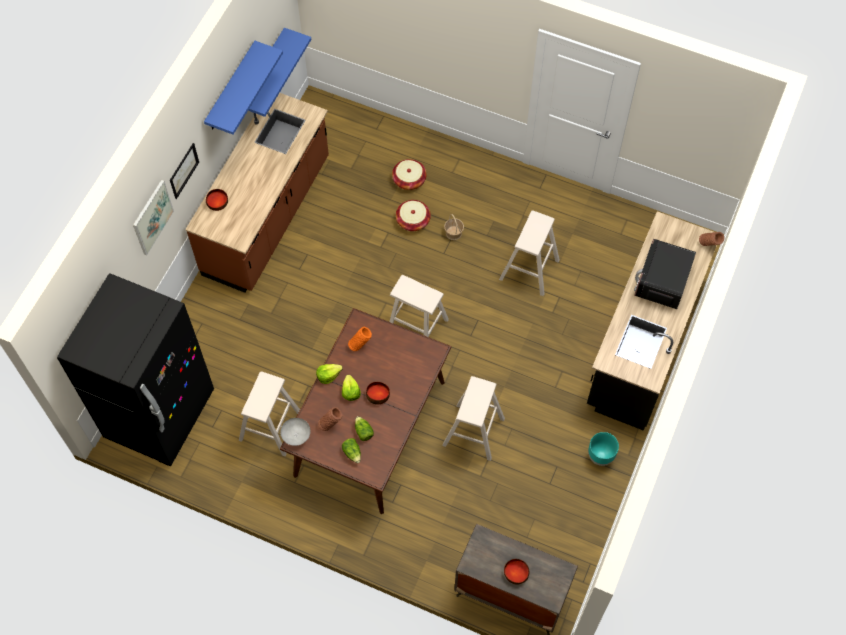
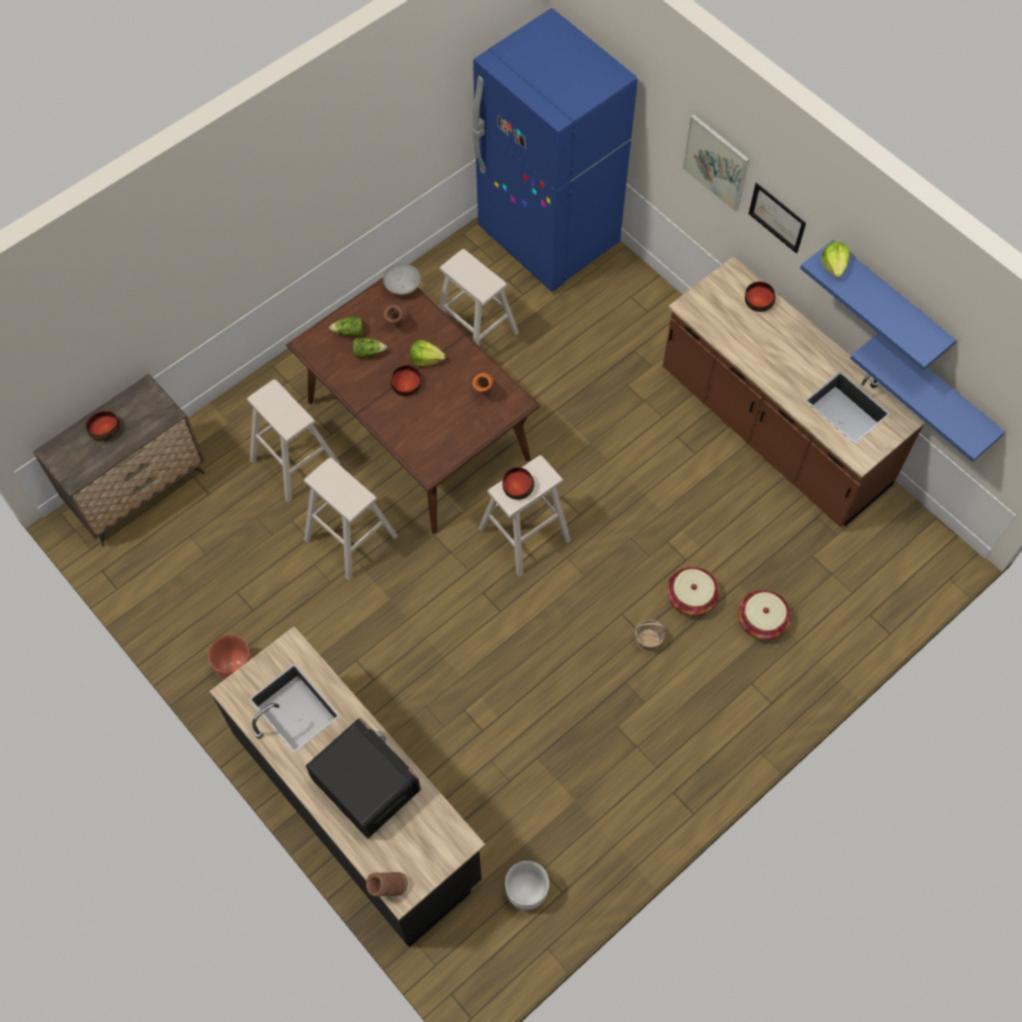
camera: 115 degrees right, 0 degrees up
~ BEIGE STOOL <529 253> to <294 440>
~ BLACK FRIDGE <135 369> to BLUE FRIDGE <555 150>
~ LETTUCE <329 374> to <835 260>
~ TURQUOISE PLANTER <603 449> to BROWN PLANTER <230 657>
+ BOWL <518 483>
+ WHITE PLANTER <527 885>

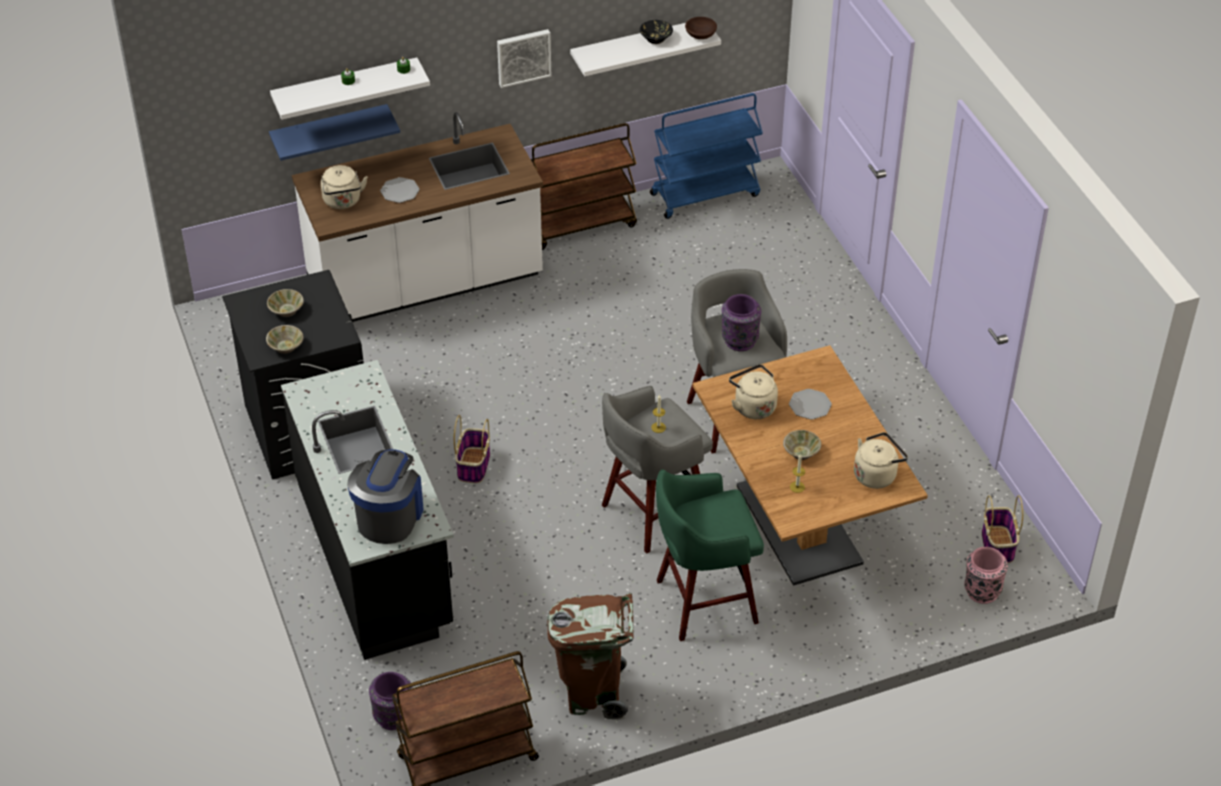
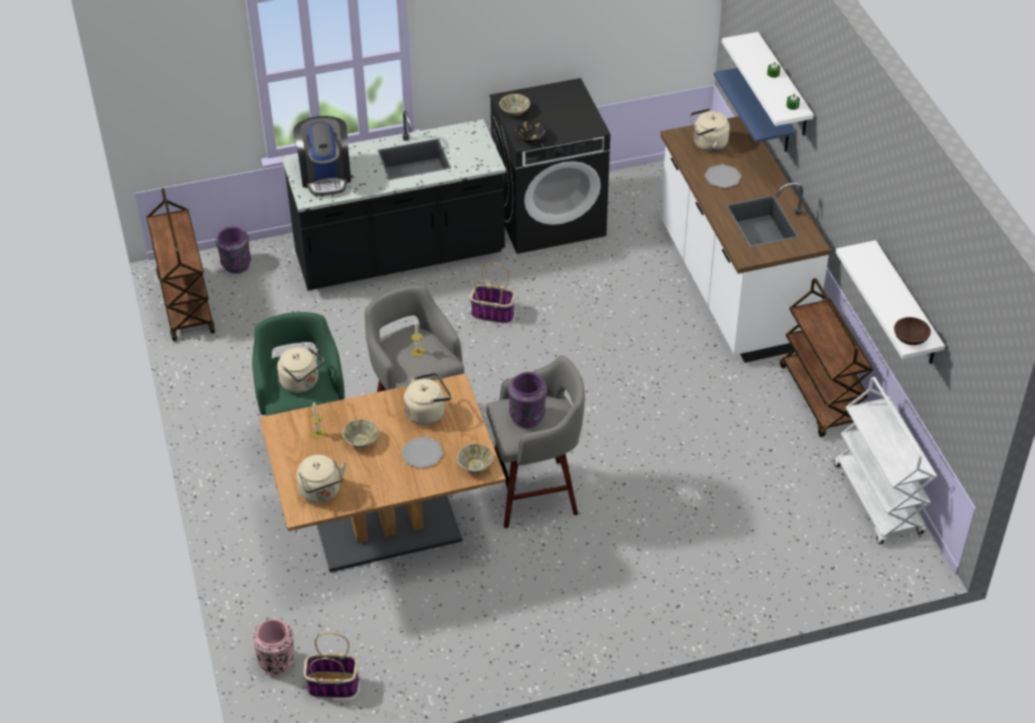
camera: 95 degrees right, 0 degrees up
~ BLACK BOWL <656 32> to <531 132>
- PICTURE <524 58>
~ BLUE CART <706 156> to WHITE CART <885 460>
~ BEIGE BOWL <285 303> to <474 459>
~ COFFEE MACHINE <385 496> = <322 156> 60 degrees clockwise
- BROWN TRASH CAN <590 656>
+ BEIGE KETTLE <300 370>

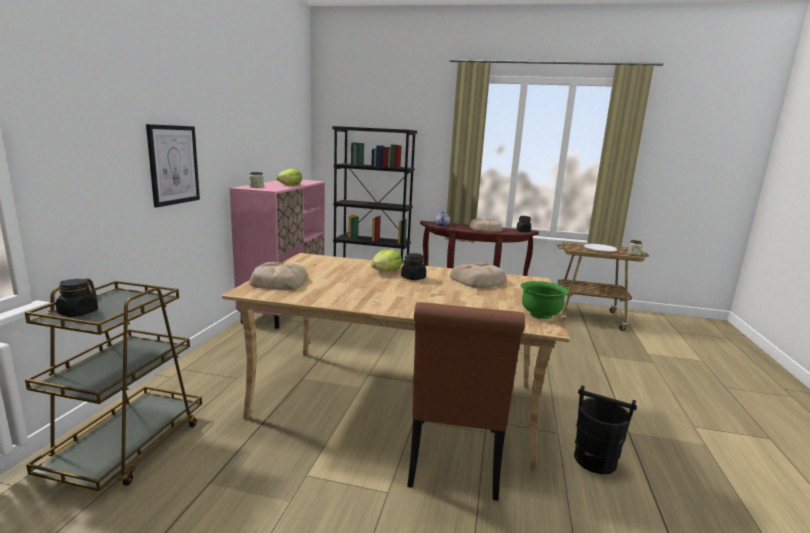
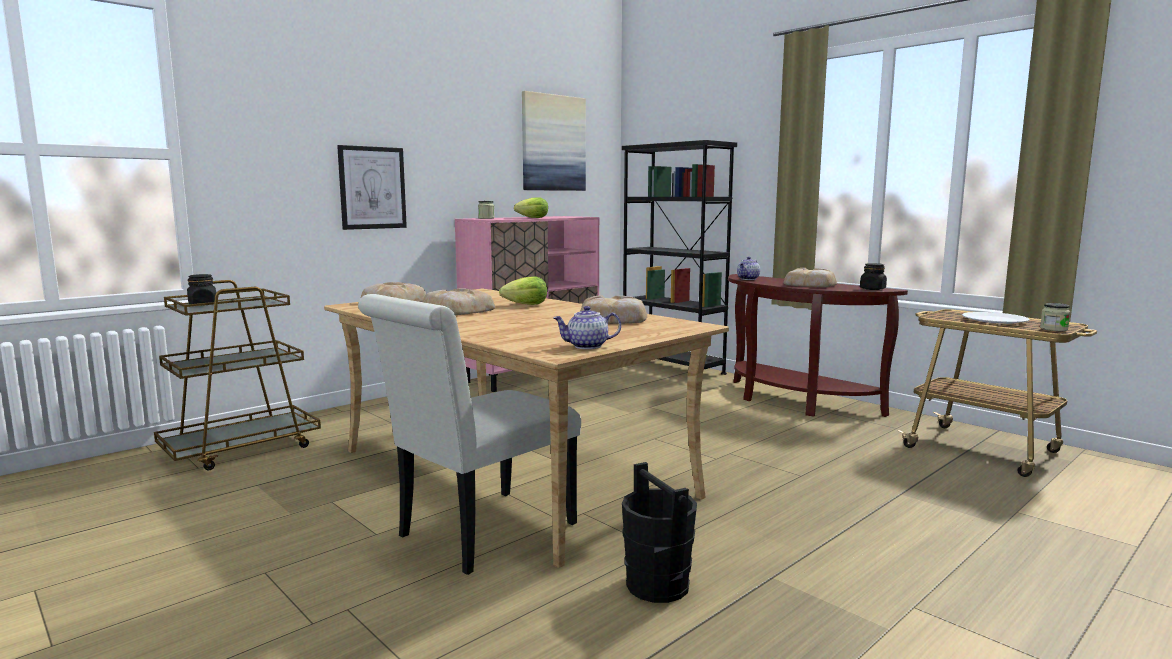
camera: 35 degrees right, 5 degrees down
- BLACK JAR <413 266>
~ GREEN BOWL <544 300> to TEAPOT <587 327>
~ BROWN CHAIR <466 401> to WHITE CHAIR <469 434>
+ PICTURE <554 141>
+ BREAD <458 301>

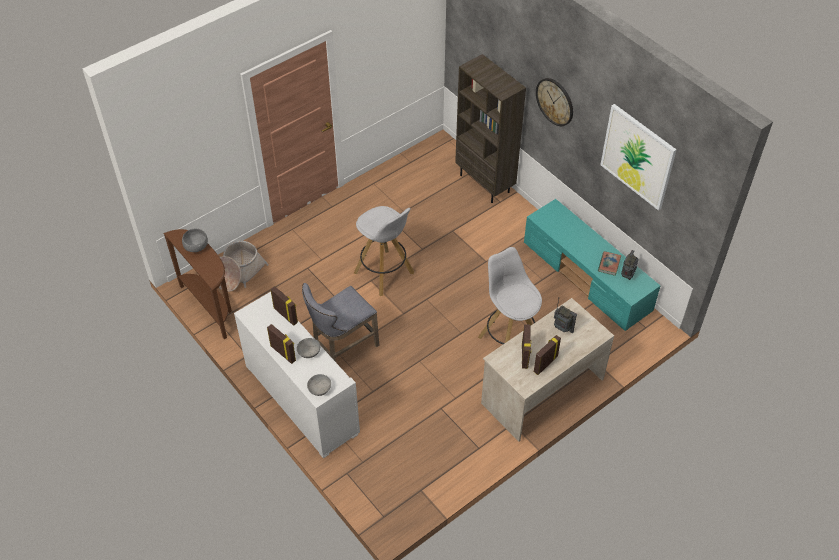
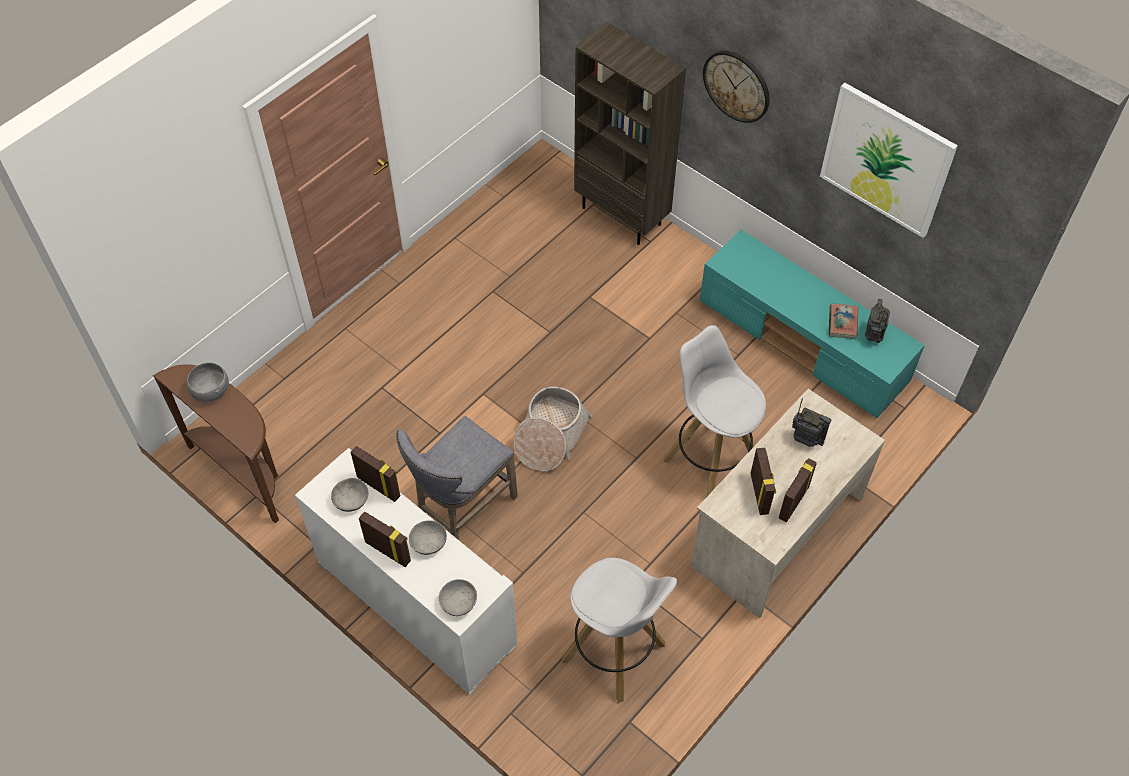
camera: 10 degrees left, 5 degrees up
~ WHITE STOOL <384 251> to <619 630>
~ BASKET <244 266> to <552 428>
+ GREY BOWL <349 495>

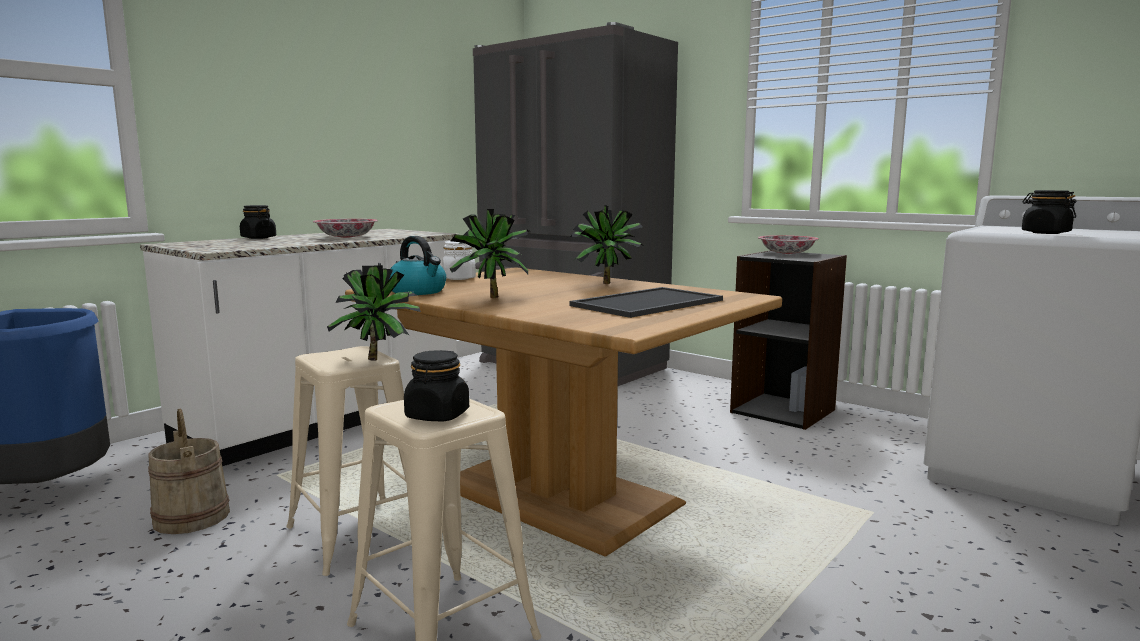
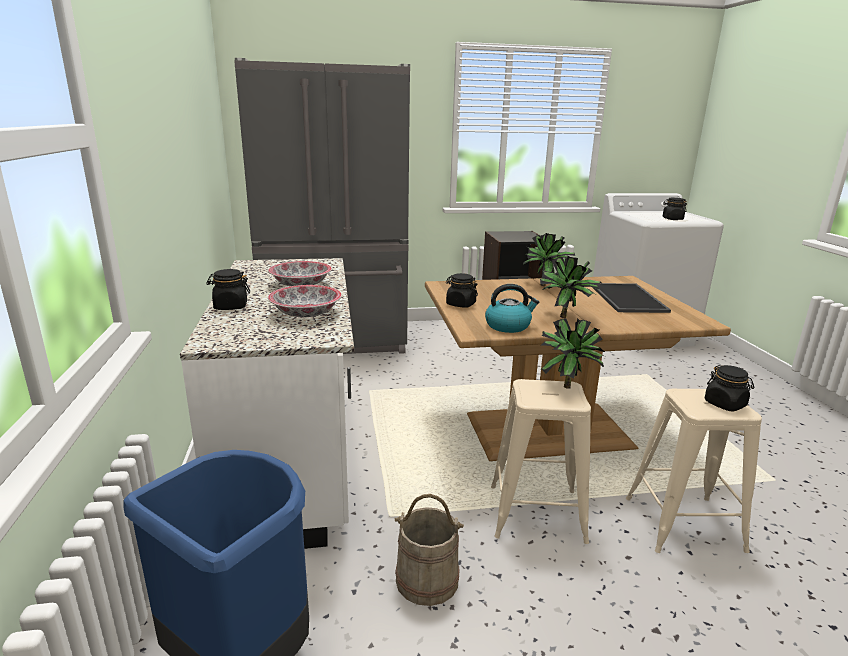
camera: 50 degrees left, 10 degrees up
~ BOWL <788 244> to <305 301>
~ WHITE JAR <459 260> to BLACK JAR <462 290>

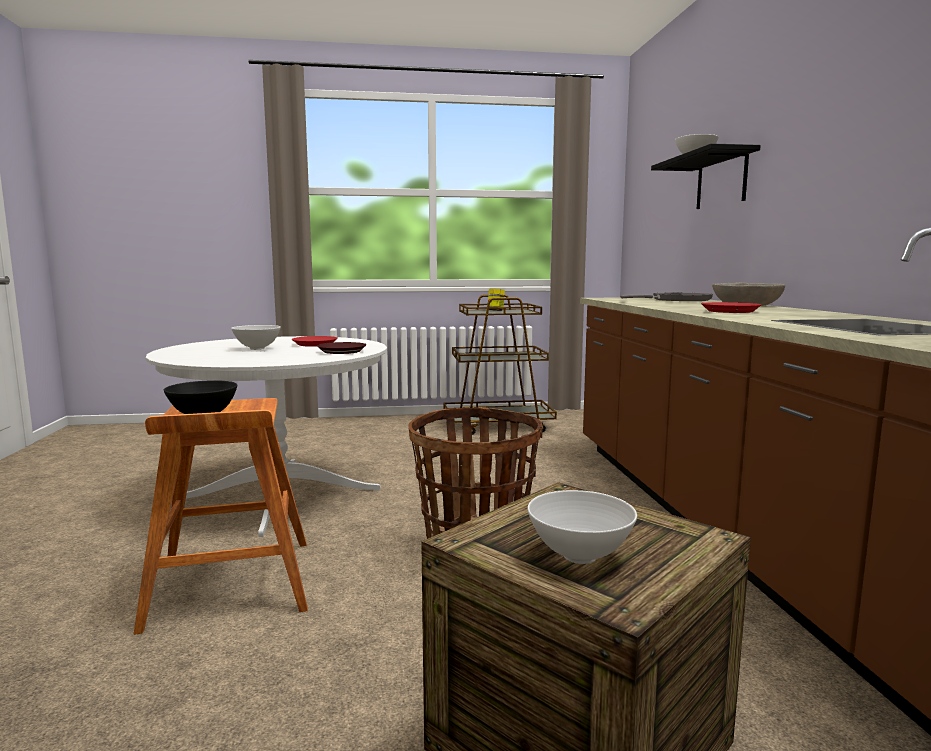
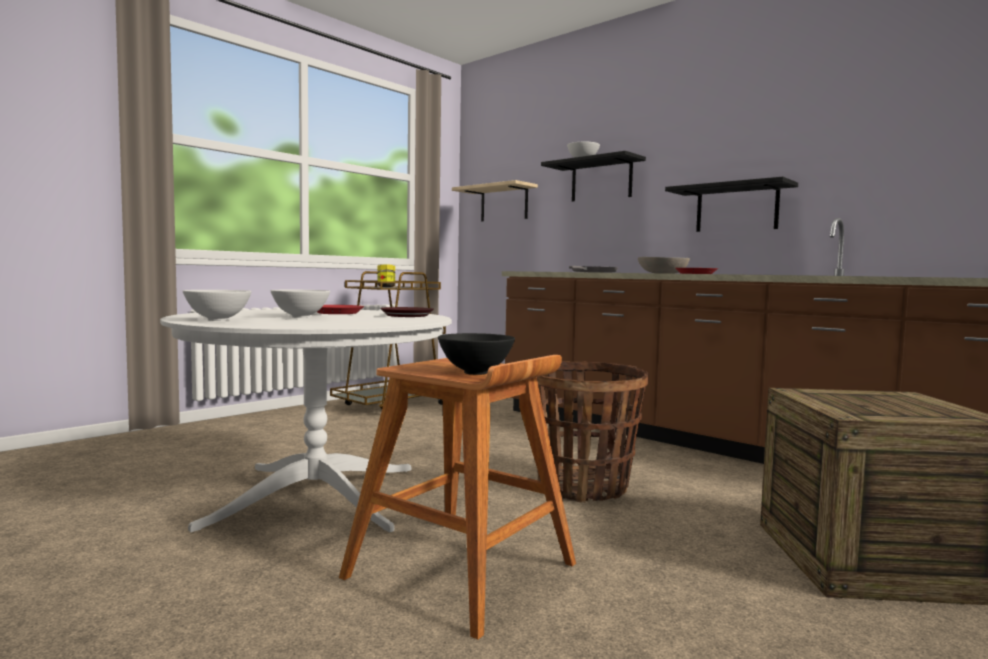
camera: 40 degrees left, 5 degrees down
~ WHITE BOWL <582 527> to <217 305>
+ BLACK SHELF <731 204>
+ BEIGE SHELF <495 200>

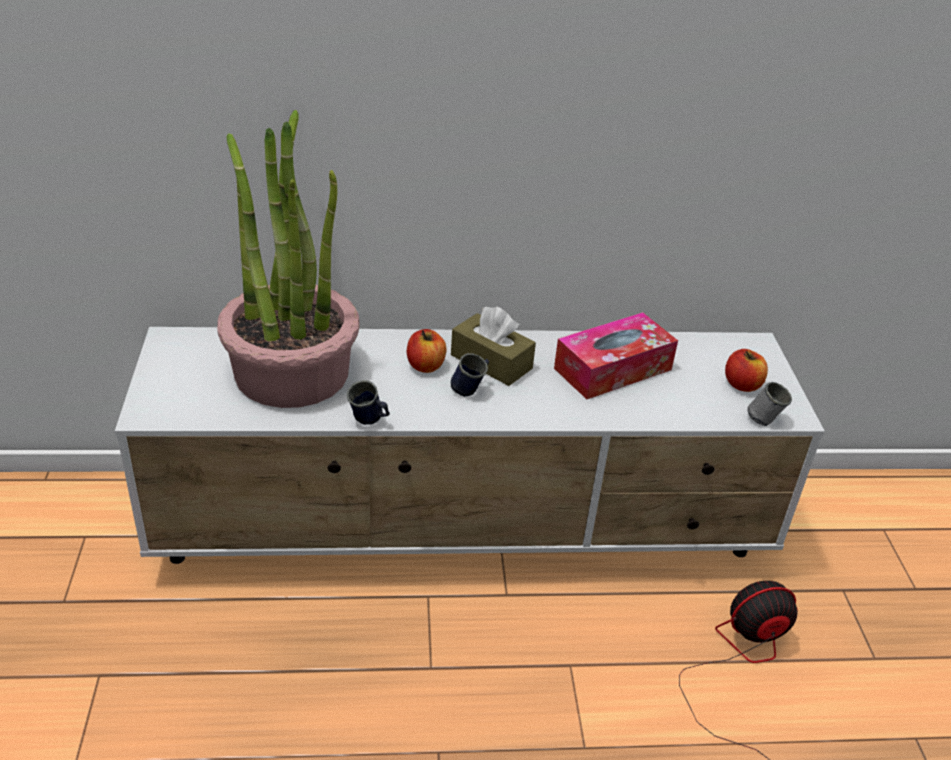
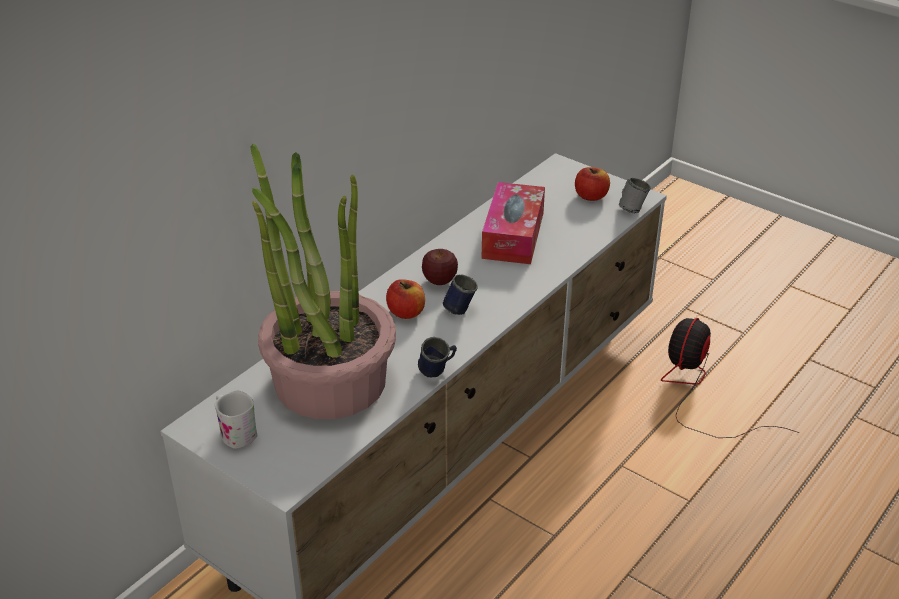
camera: 45 degrees left, 0 degrees up
~ BROWN TISSUE BOX <493 346> to APPLE <440 267>
+ WHITE MUG <235 420>

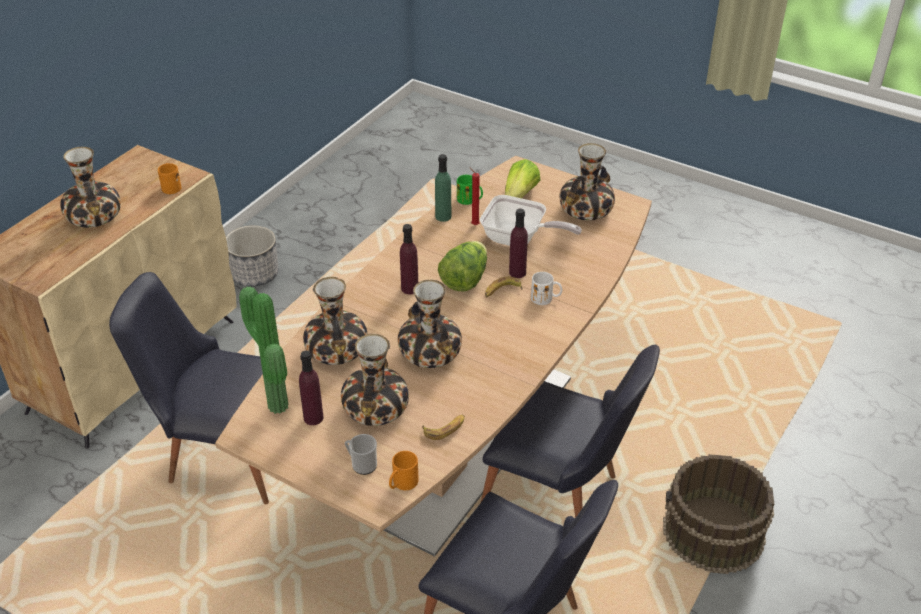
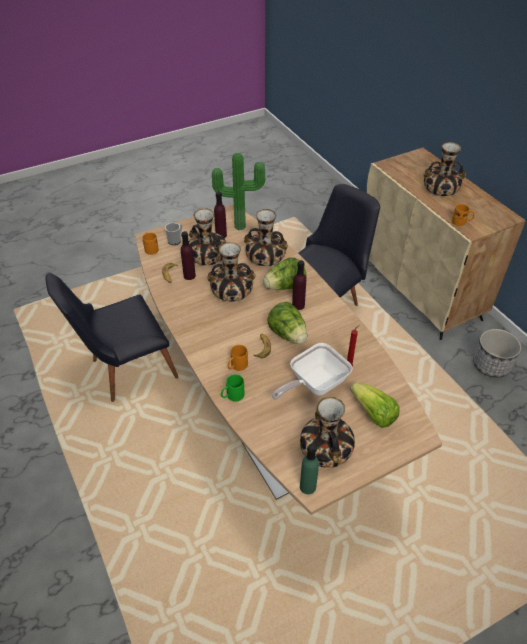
camera: 120 degrees right, 5 degrees up
~ GREEN BOTTLE <443 188> to <309 468>
~ GREEN MUG <470 190> to <232 388>
~ PURPLE BOTTLE <518 243> to <188 255>
~ WHITE MUG <546 288> to ORANGE MUG <238 358>
- BLACK CHAIR <570 431>
- BROWN BUCKET <718 514>
+ LETTUCE <285 273>

